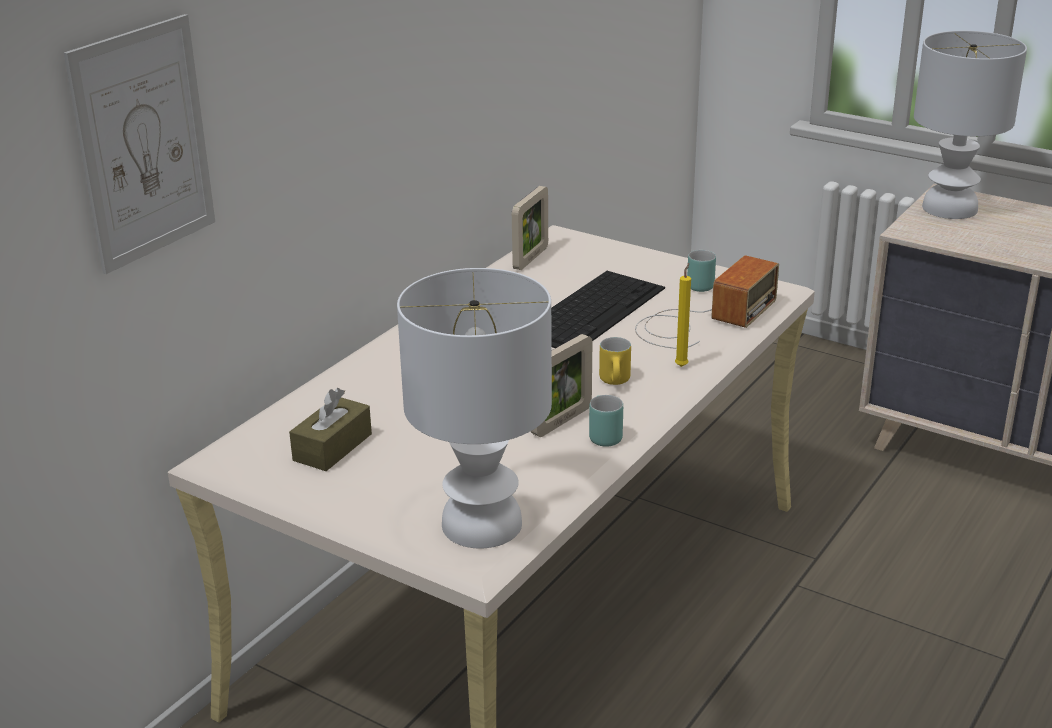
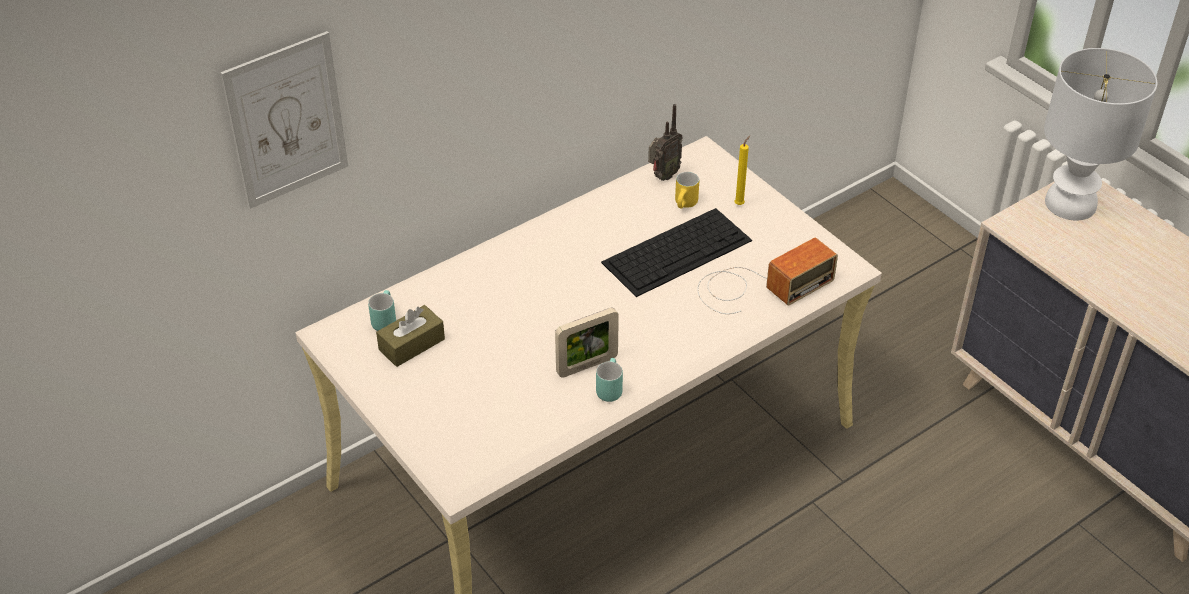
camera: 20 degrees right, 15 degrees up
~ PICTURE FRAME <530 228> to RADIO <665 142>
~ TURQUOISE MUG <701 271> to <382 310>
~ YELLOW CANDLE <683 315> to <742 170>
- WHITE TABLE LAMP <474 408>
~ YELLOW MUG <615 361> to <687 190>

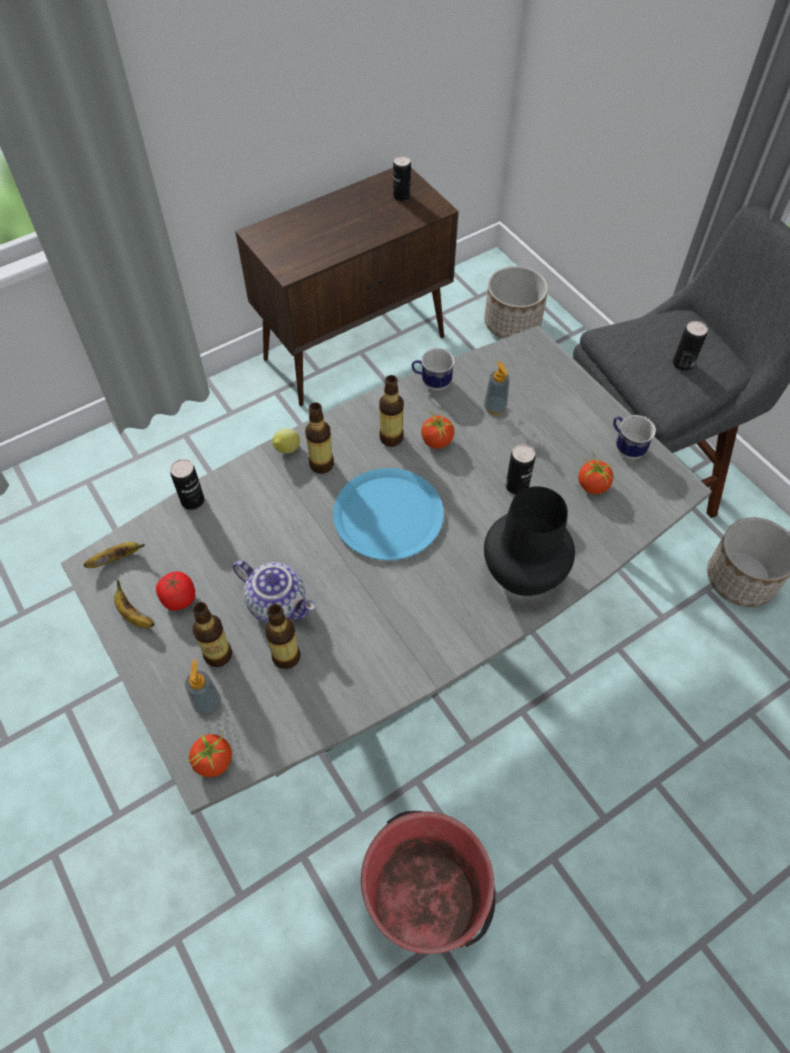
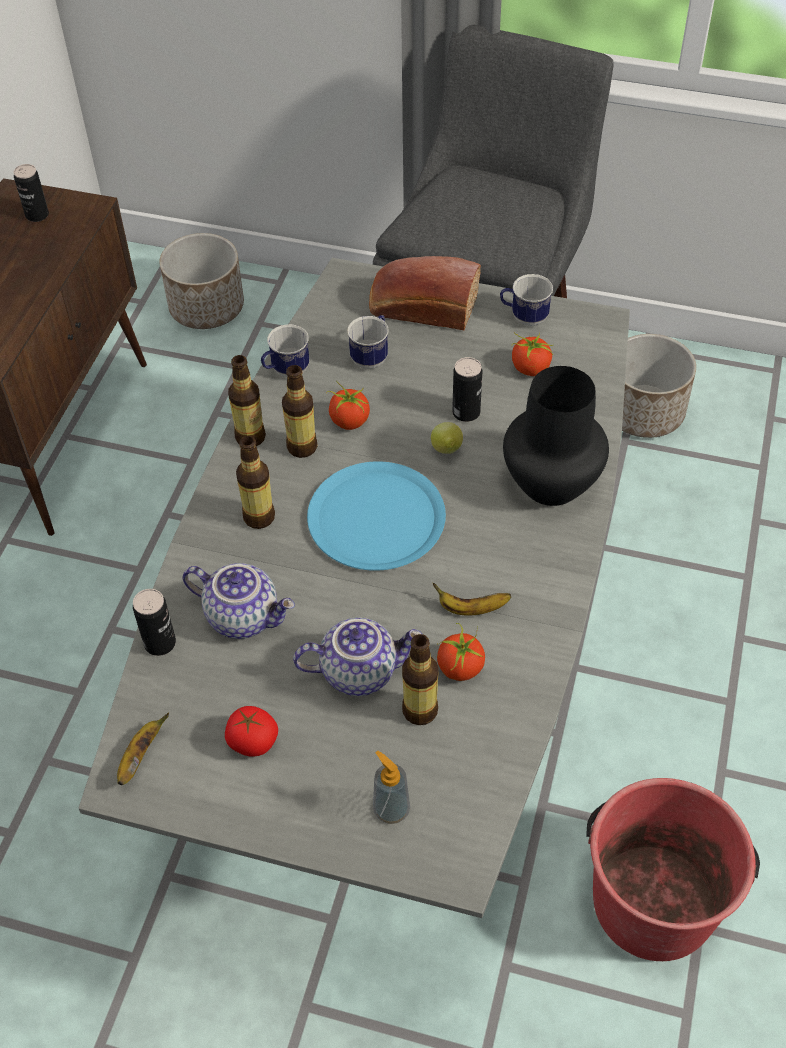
camera: 40 degrees left, 5 degrees down
- CAN <690 346>
~ SOAP DISPENSER <497 388> to MUG <368 342>
~ LEMON <286 440> to <447 438>
~ BANANA <134 603> to <472 599>
~ BOTTLE <212 634> to <247 400>
~ TOMATO <209 753> to <461 652>
+ BREAD <425 293>
+ TEAPOT <238 601>

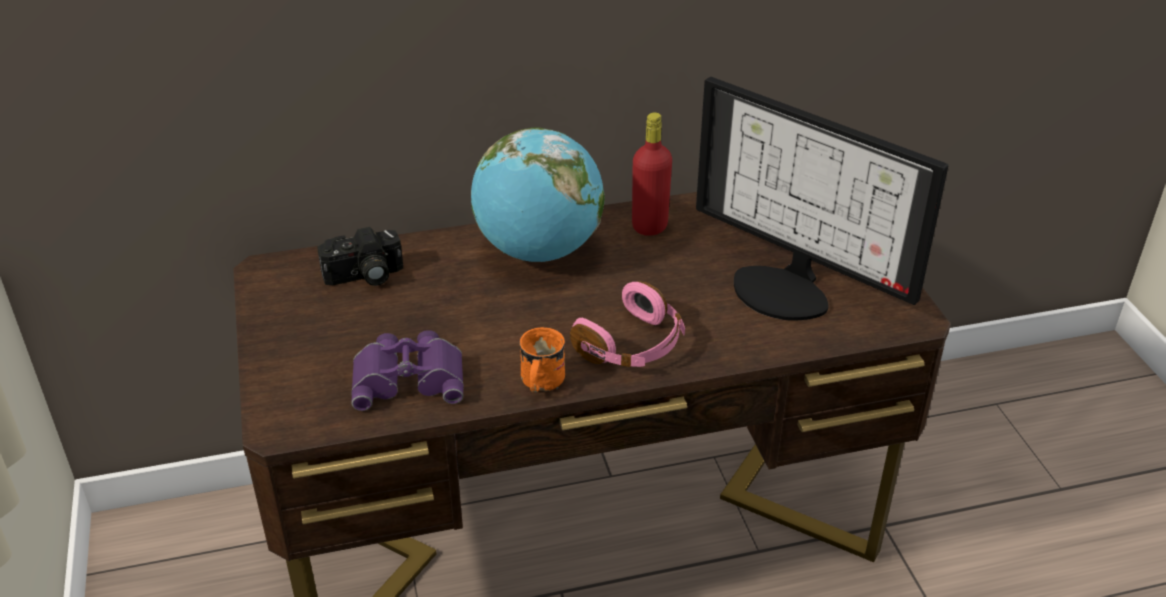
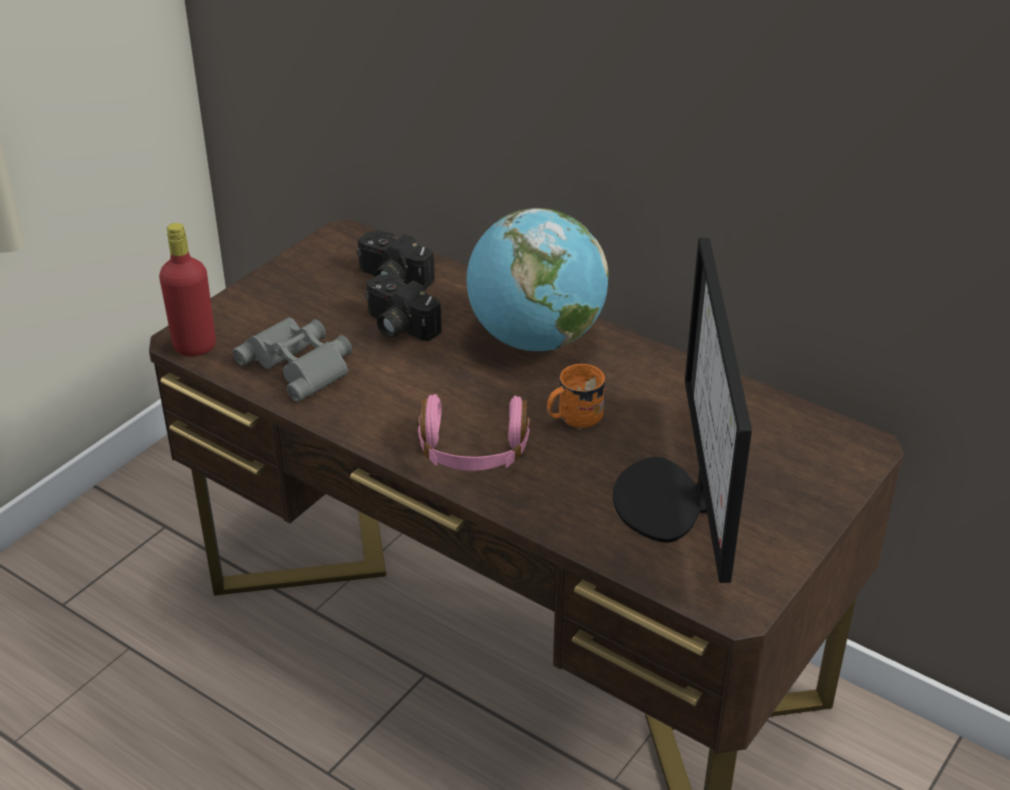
camera: 50 degrees right, 0 degrees up
~ RED BOTTLE <652 174> to <187 289>
~ ORANGE MUG <542 360> to <576 397>
~ PURPLE BINOCULARS <407 370> to GREY BINOCULARS <292 359>
+ PHOTO CAMERA <403 307>

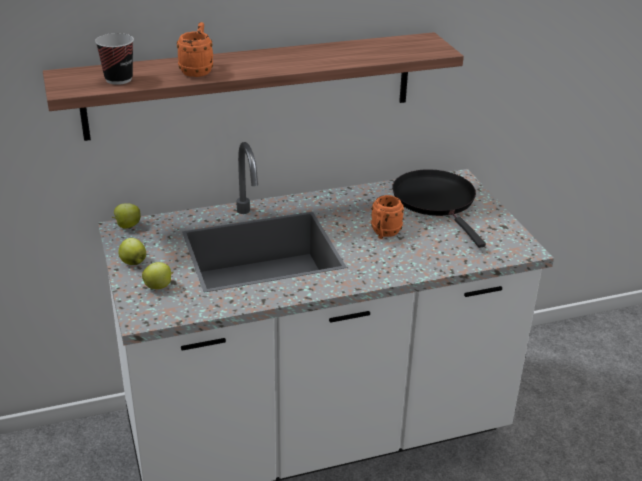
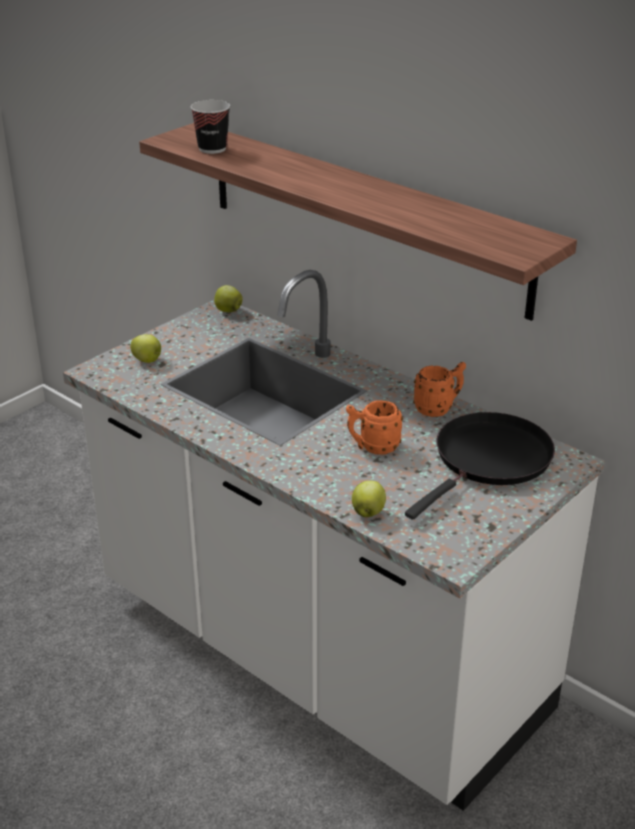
camera: 60 degrees right, 0 degrees up
~ ORANGE MUG <195 49> to <439 389>
~ APPLE <132 251> to <369 499>

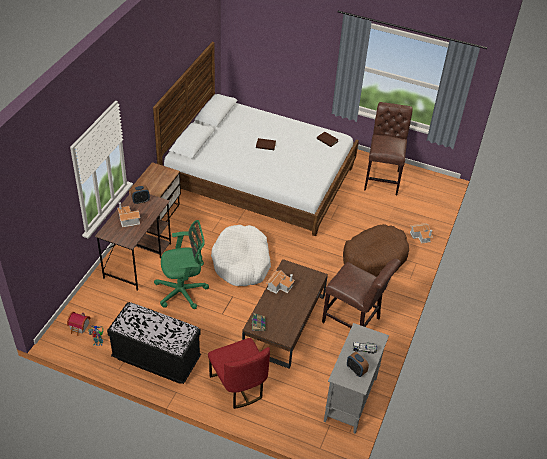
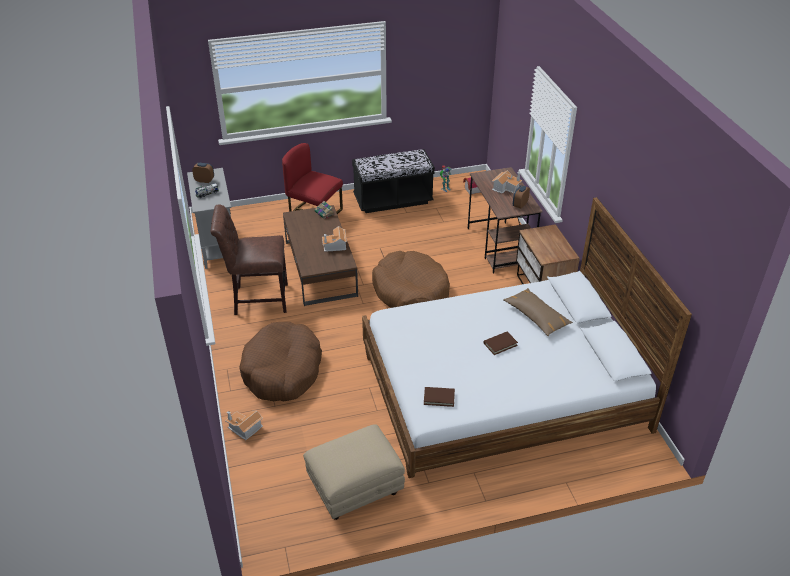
camera: 145 degrees right, 5 degrees down
~ BROWN CHAIR <388 148> to BEIGE OTTOMAN <354 472>
- GREEN OFFICE CHAIR <181 264>
~ WHITE DOG BED <241 255> to BROWN DOG BED <411 279>
+ BROWN PILLOW <538 312>

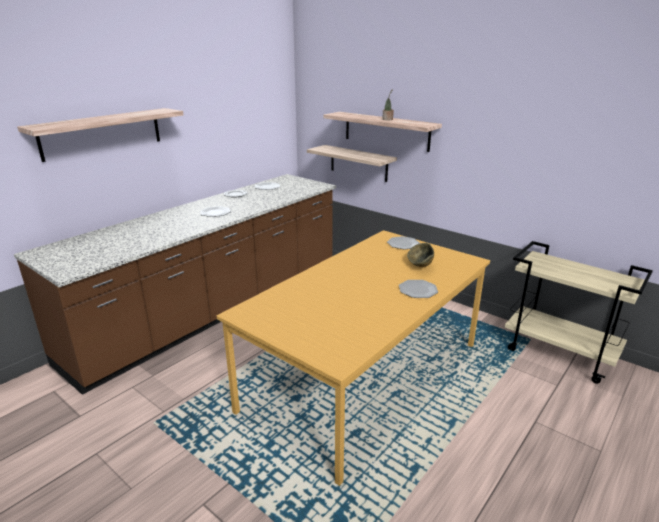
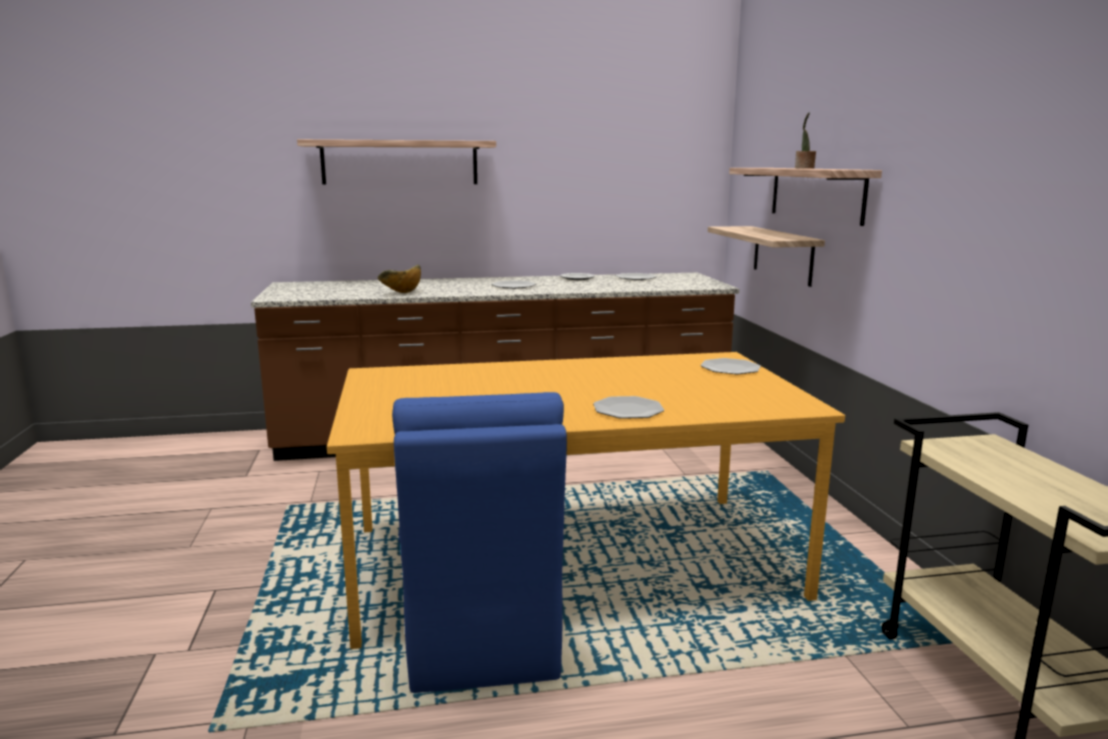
camera: 40 degrees right, 10 degrees down
~ BOWL <420 255> to <399 279>
+ BLUE CHAIR <479 542>

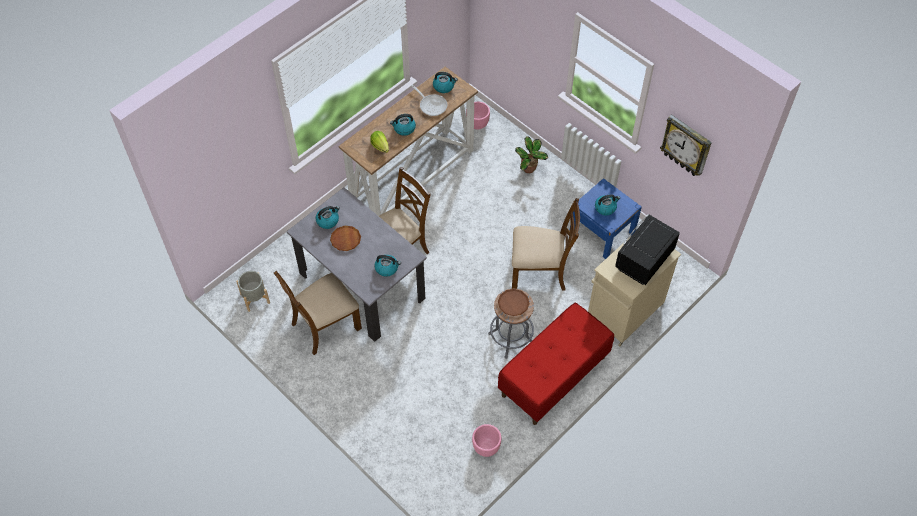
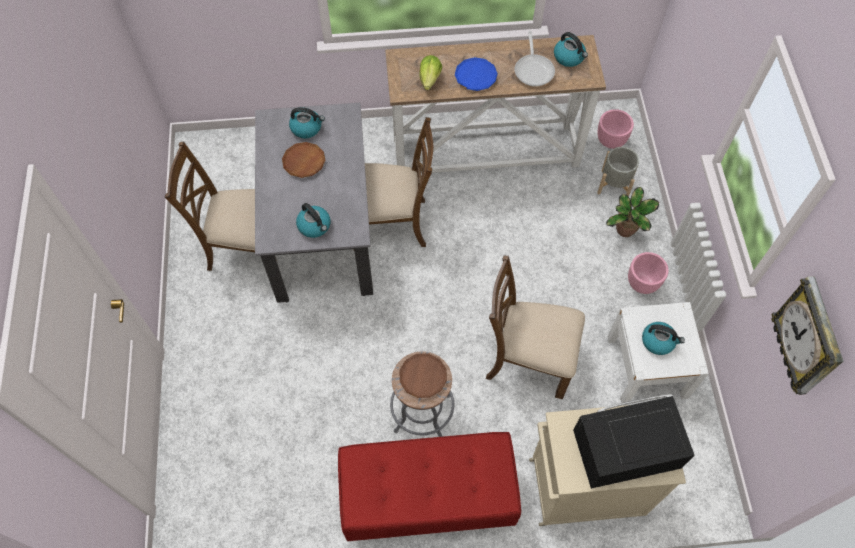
camera: 40 degrees right, 5 degrees up
~ KETTLE <403 125> to BLUE PLATE <476 74>
~ BLUE NIGHTSTAND <605 218> to WHITE NIGHTSTAND <658 352>
~ BROWN CHAIR <546 244> = <535 327> 150 degrees clockwise
~ GREY PLANTER <253 291> to <618 171>
~ PINK PLANTER <486 440> to <648 273>

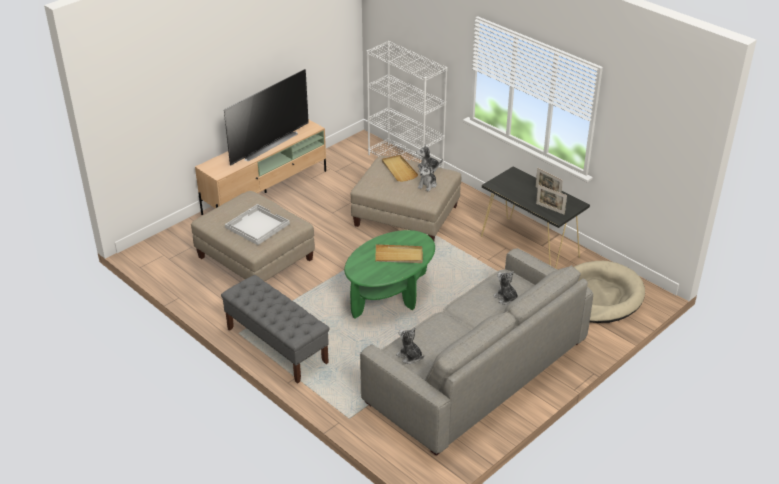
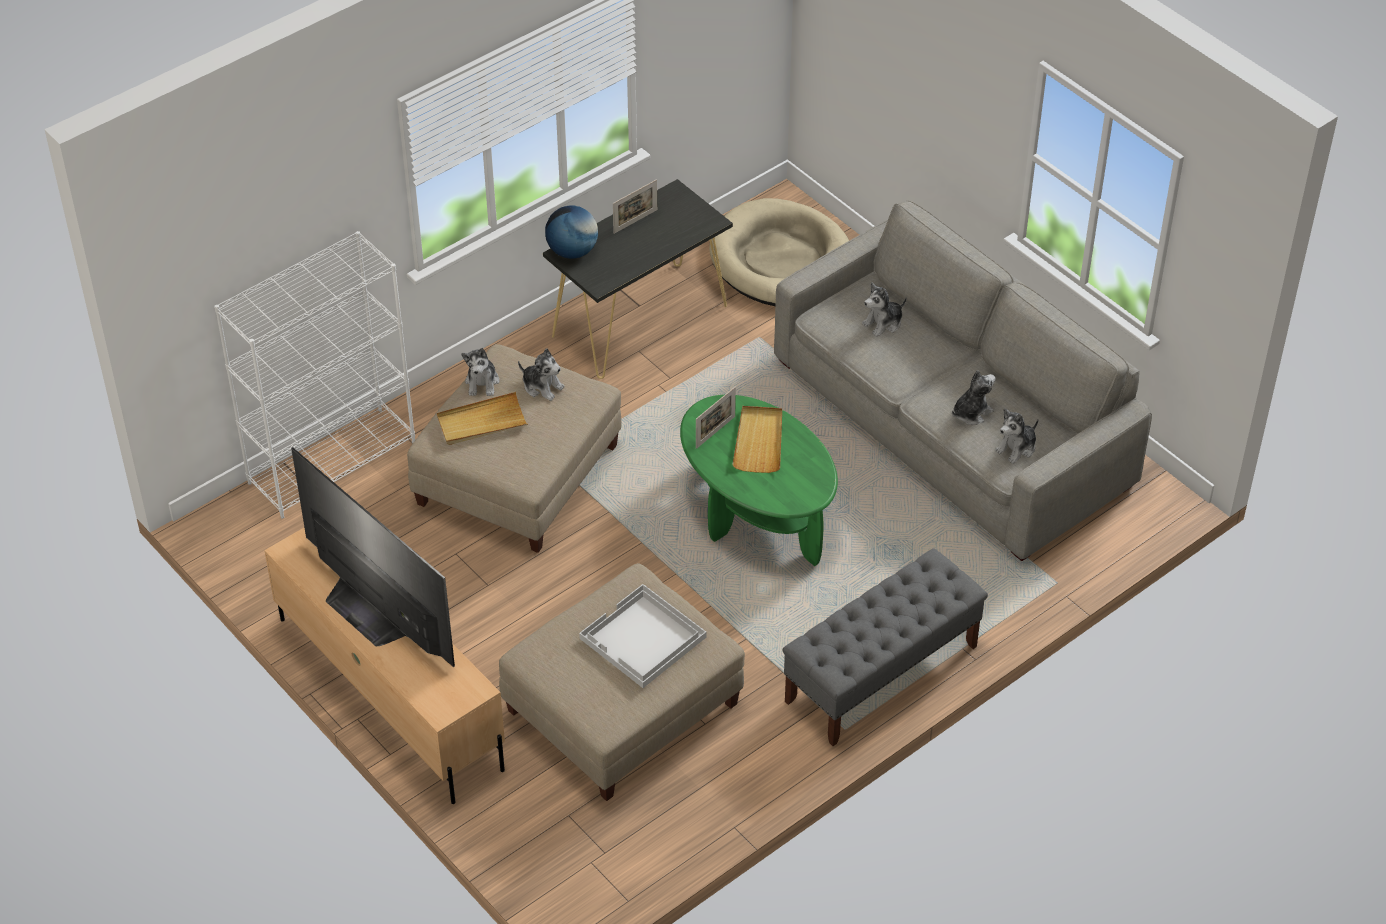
camera: 85 degrees left, 10 degrees up
~ PICTURE FRAME <551 200> to <716 418>
+ GLOBE <571 232>
+ PLUSH TOY <974 397>

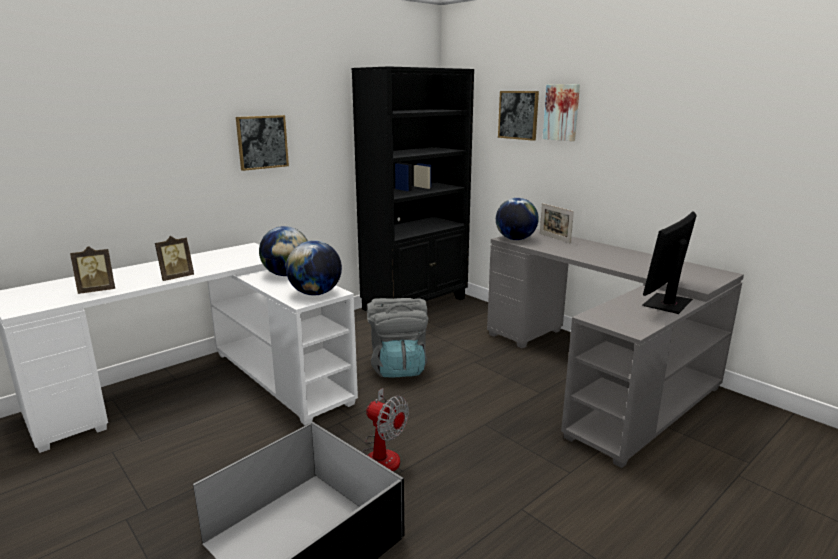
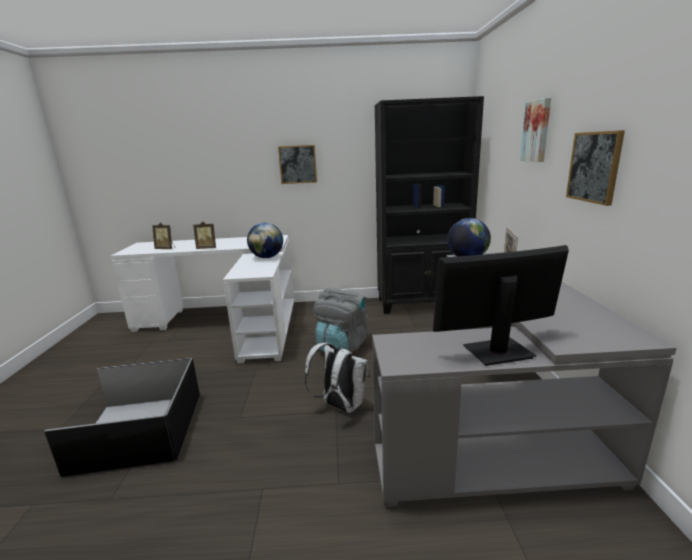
camera: 40 degrees right, 0 degrees up
~ PICTURE <518 116> to <595 168>
- GLOBE <314 268>
- FAN <385 429>
+ WHITE BACKPACK <337 378>

